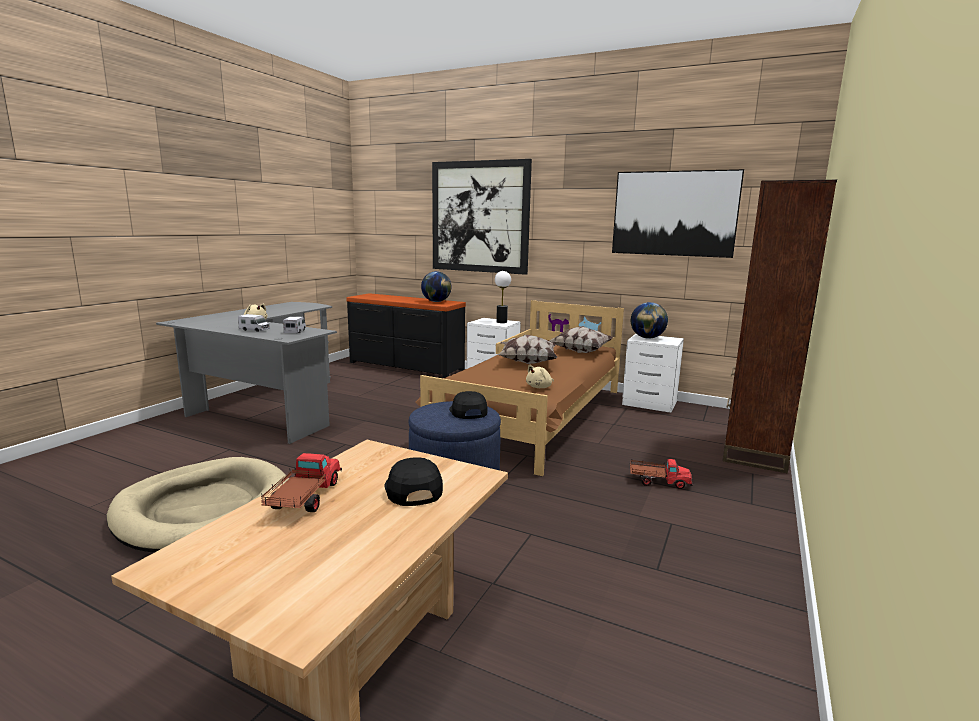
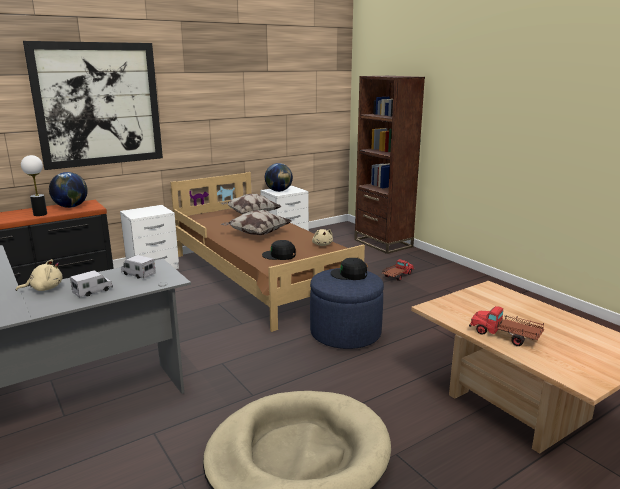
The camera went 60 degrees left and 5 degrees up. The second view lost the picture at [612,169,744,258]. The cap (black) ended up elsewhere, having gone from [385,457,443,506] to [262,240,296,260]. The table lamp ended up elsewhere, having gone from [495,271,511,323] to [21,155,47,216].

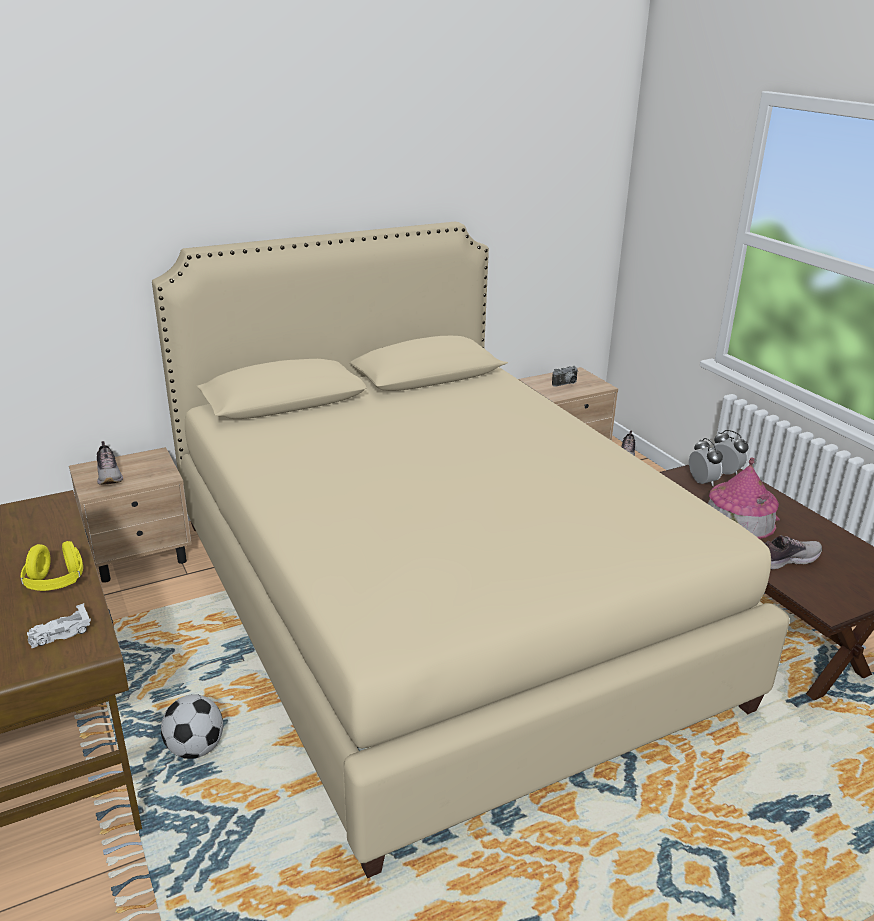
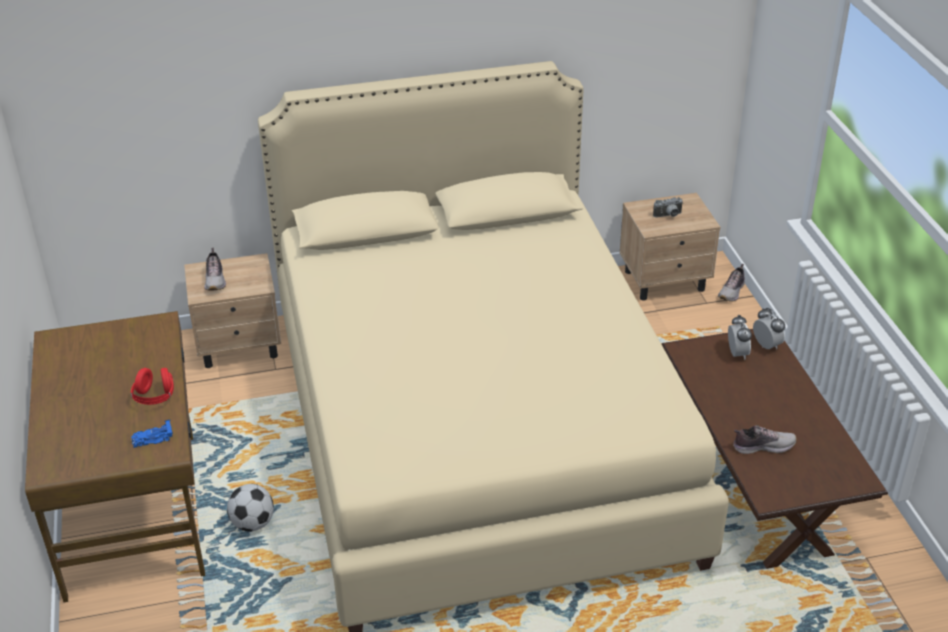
The camera went 15 degrees right and 10 degrees up. The second view lost the toy house at [708,457,780,539]. What was the headphones (yellow) at [21,541,83,591] turned into the headphones (red) at [131,368,174,405]. What was the toy car (white) at [27,603,91,648] turned into the toy car (blue) at [131,420,173,448].

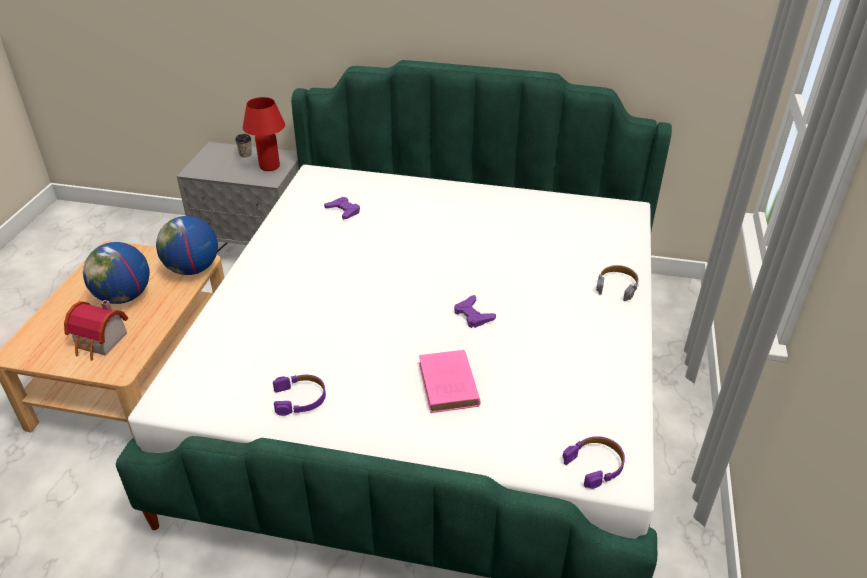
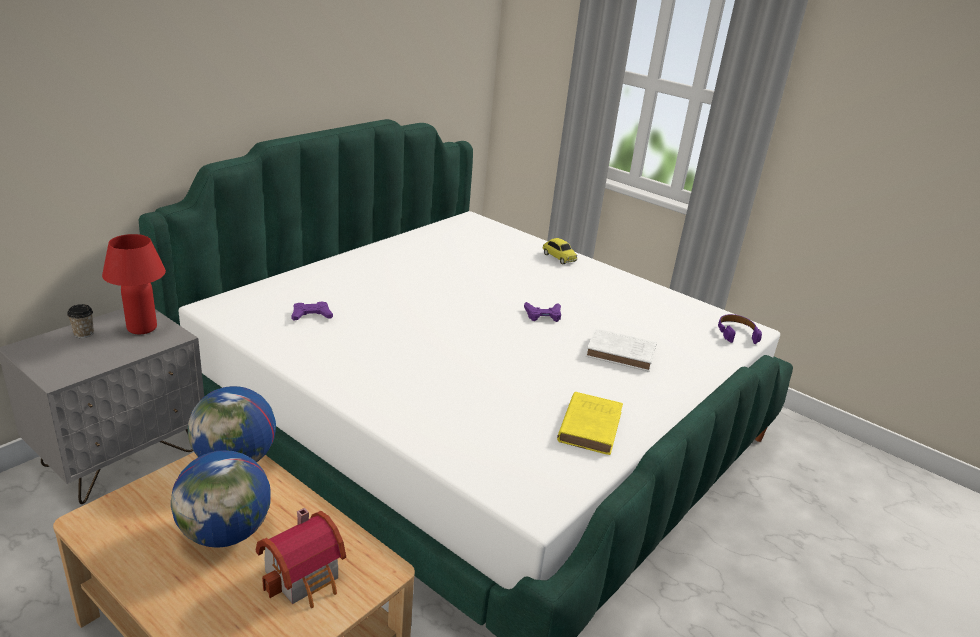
The camera went 65 degrees left and 10 degrees down. Where the headphones (purple) stood at [273,375,326,416], the book (yellow) came to stand at [557,392,623,455]. Where the headphones (grey) stood at [596,265,639,301], the toy car came to stand at [542,238,577,264]. What was the book (pink) at [419,350,481,413] turned into the book (white) at [586,328,657,372].

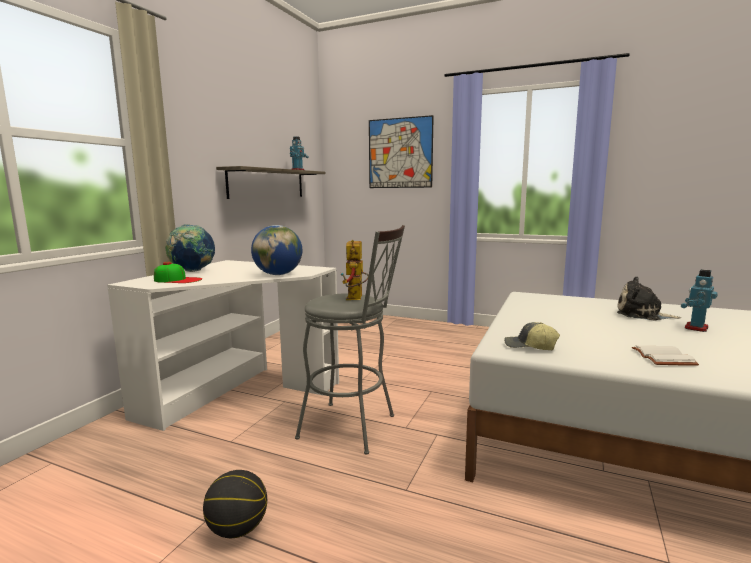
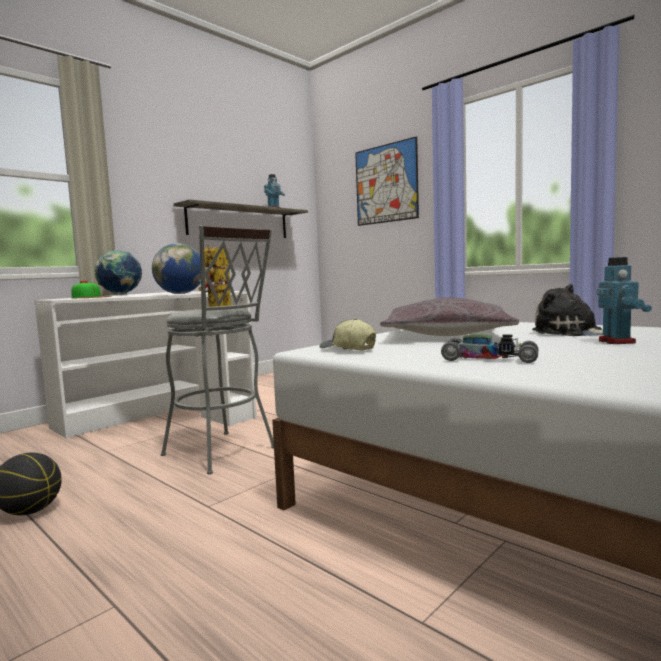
The camera went 20 degrees right and 5 degrees down. The second view gained the pillow (grey) at [380,297,519,336]. Where the book (white) stood at [632,346,699,366], the toy car came to stand at [441,334,539,363]. The toy robot at [681,269,718,332] ended up facing another way, 120 degrees clockwise from before.

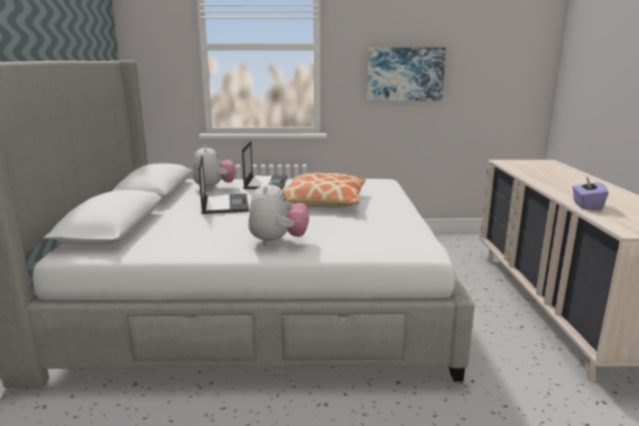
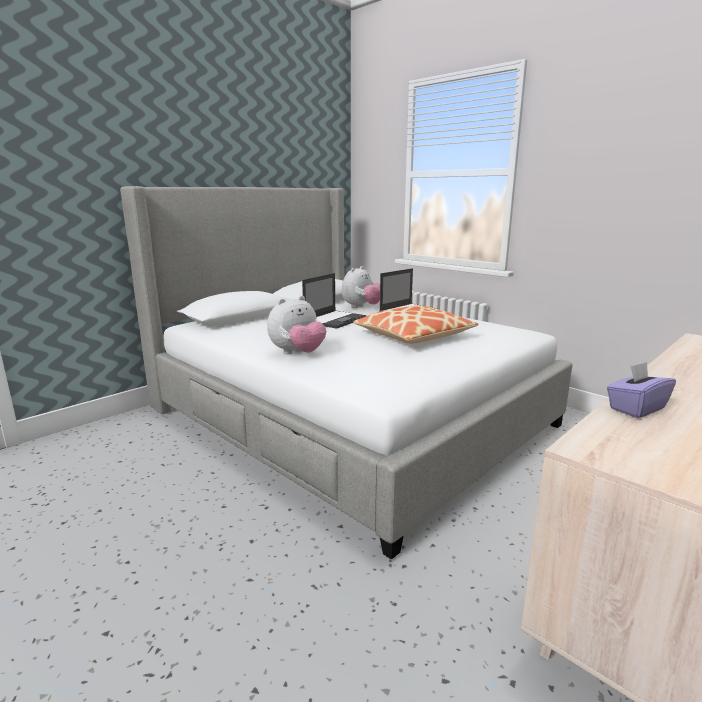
The camera went 45 degrees right and 0 degrees up. The second view lost the picture at [367,48,446,101].

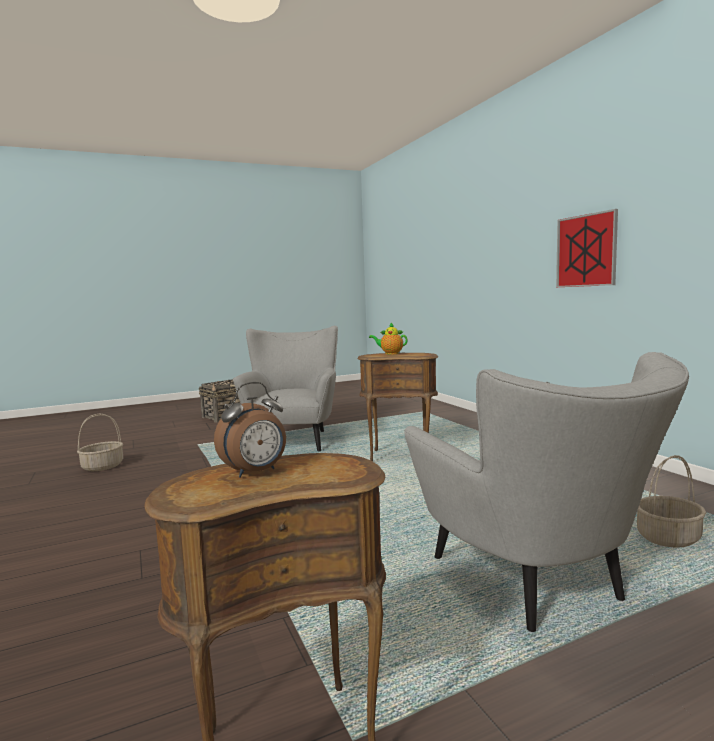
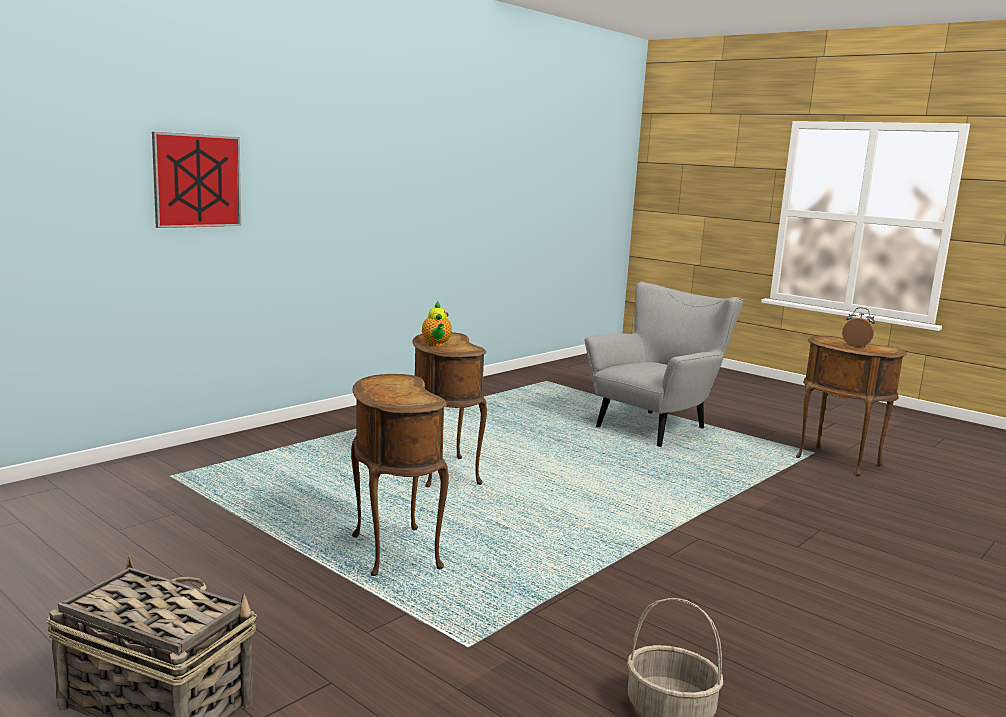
The camera went 115 degrees left and 5 degrees up. The second view lost the basket at [637,455,706,548]. The picture ended up elsewhere, having gone from [556,209,618,287] to [152,132,241,228]. Where the armchair (grey) stood at [233,325,338,452], the side table (brown) came to stand at [351,374,449,576].

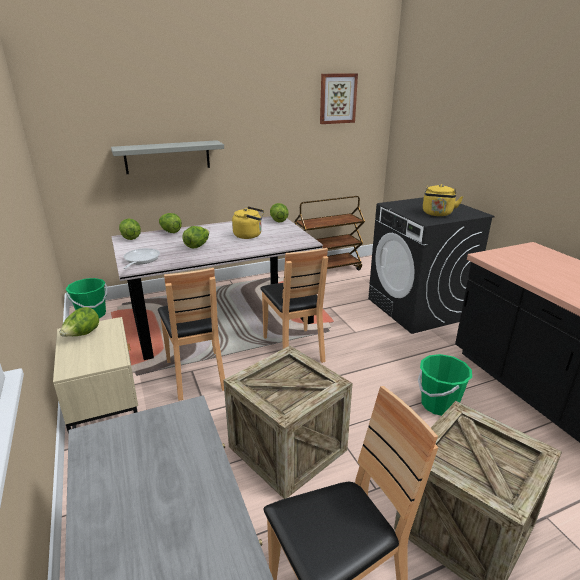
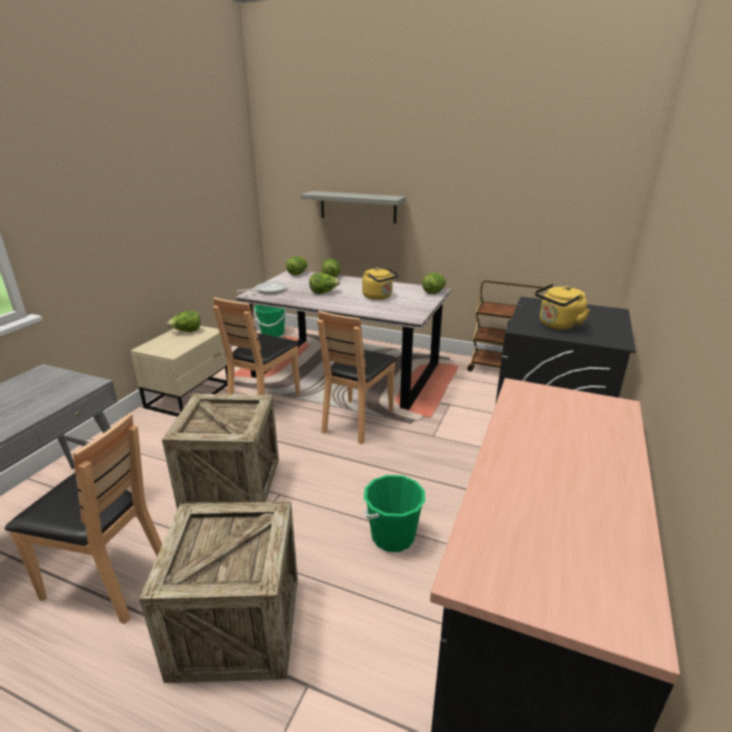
The camera went 45 degrees right and 0 degrees up. The second view lost the picture at [320,73,358,124].

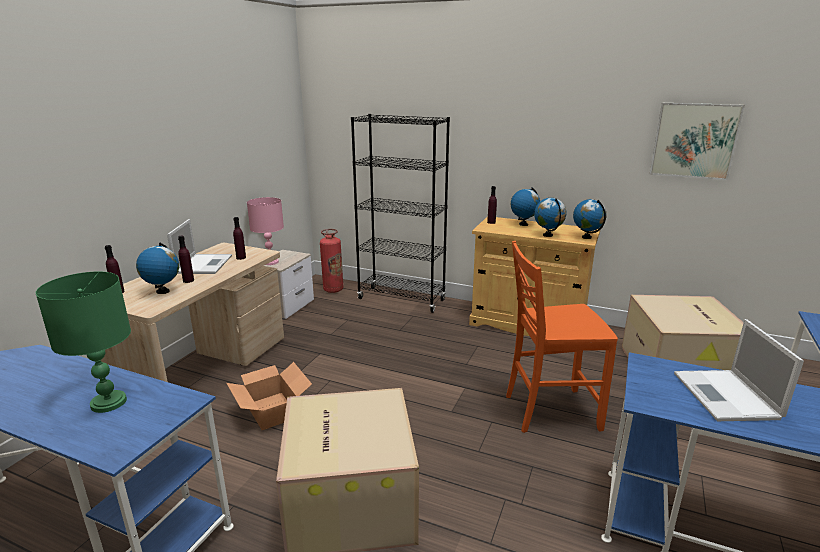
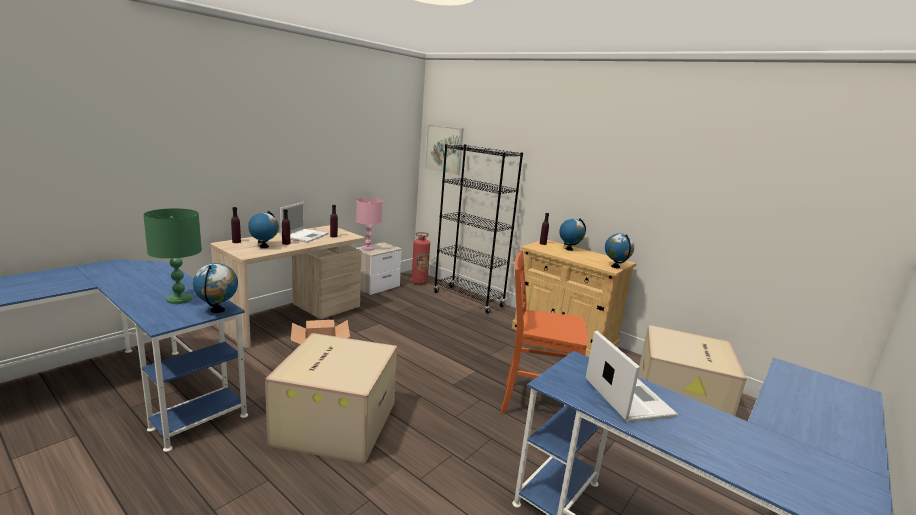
The camera went 15 degrees right and 5 degrees down. The globe ended up elsewhere, having gone from [534,198,566,237] to [193,263,238,313]. The picture ended up elsewhere, having gone from [650,103,745,180] to [425,125,463,175]. The laptop at [674,319,804,421] ended up facing another way, 150 degrees clockwise from before.

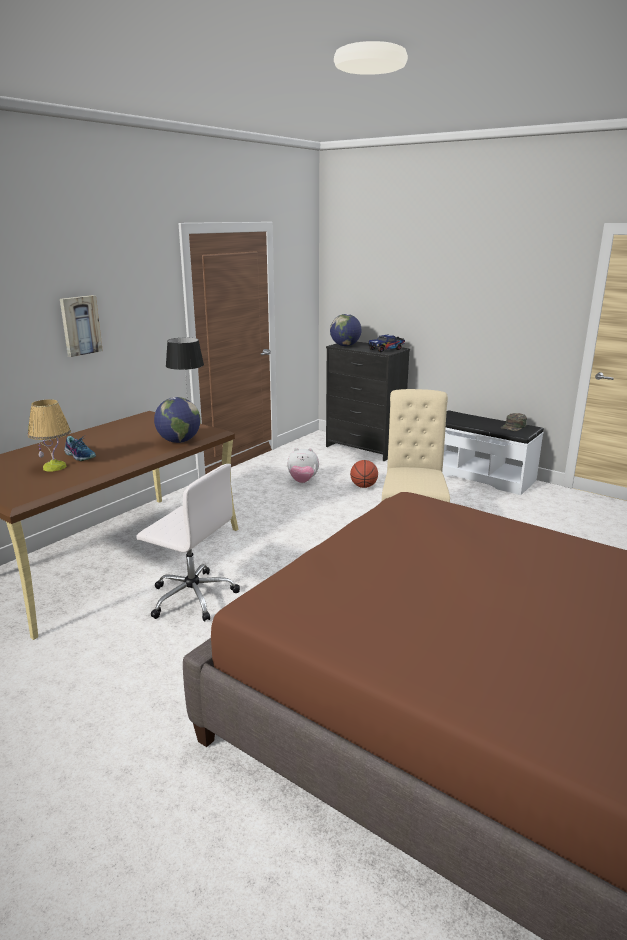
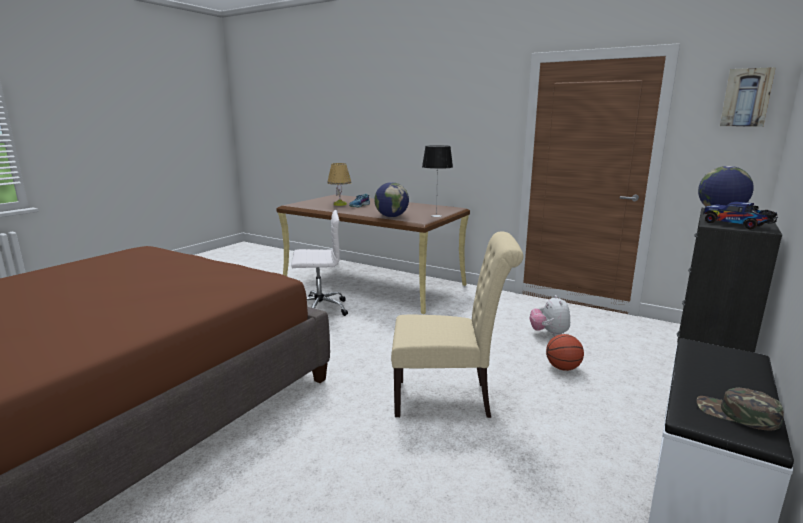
The camera went 85 degrees right and 5 degrees down. The picture ended up elsewhere, having gone from [60,295,103,357] to [720,67,776,127]. The office chair (white) at [136,464,240,622] ended up facing another way, 120 degrees counterclockwise from before.

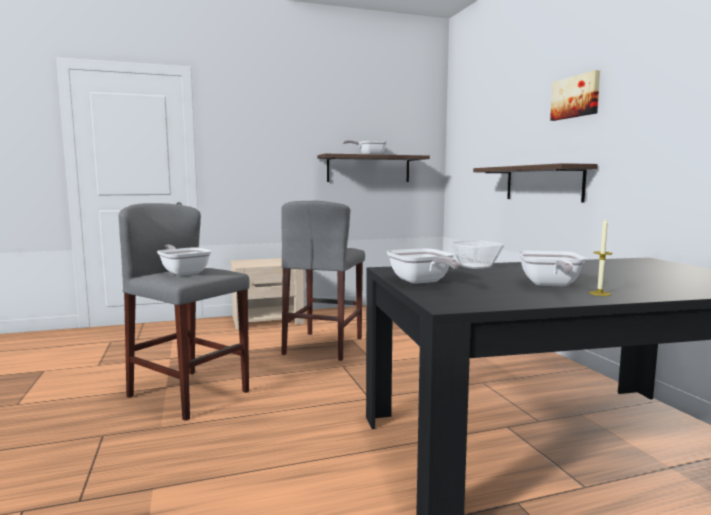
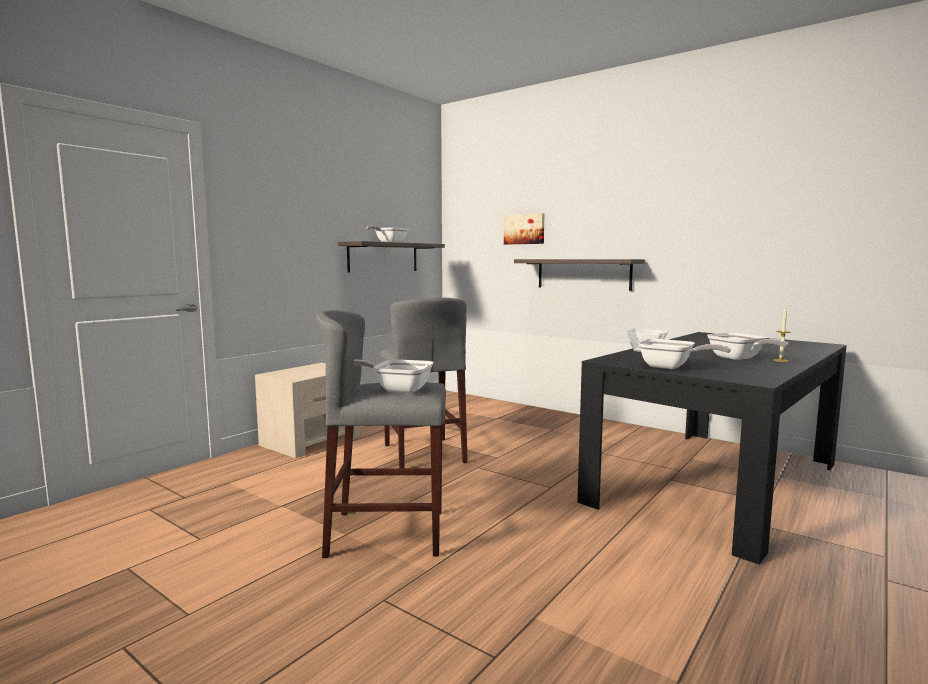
The camera went 35 degrees left and 0 degrees up. The picture ended up elsewhere, having gone from [550,70,600,121] to [504,213,544,245].

